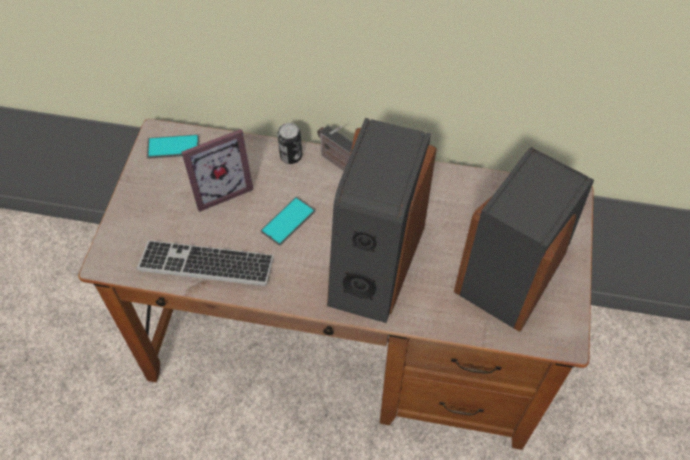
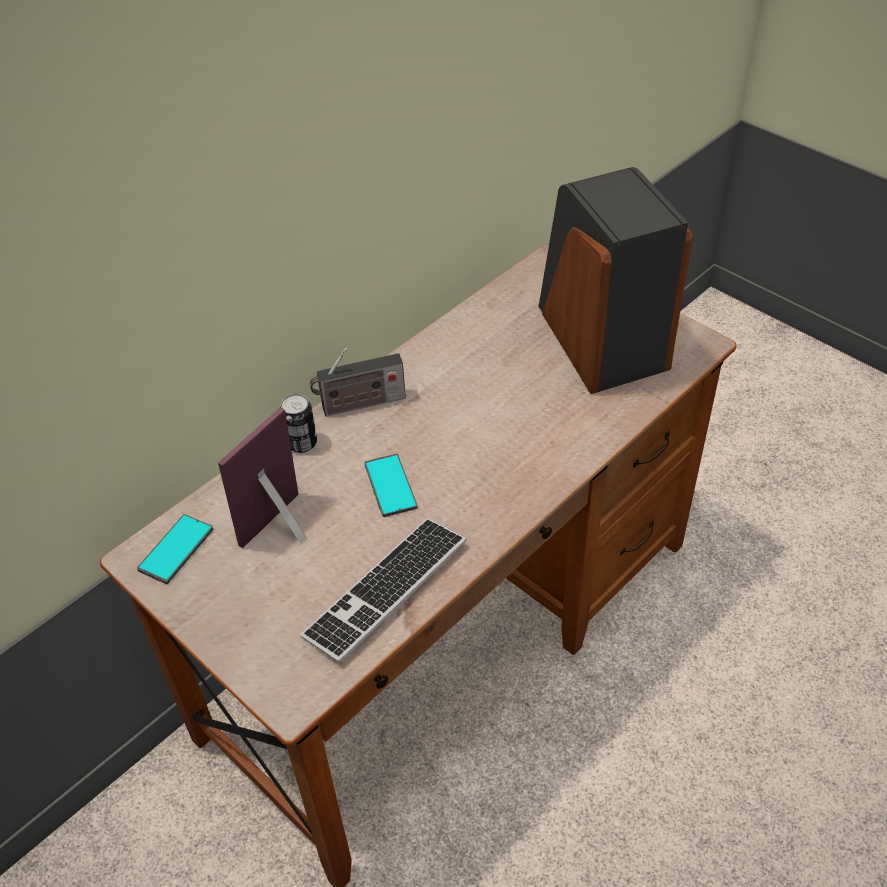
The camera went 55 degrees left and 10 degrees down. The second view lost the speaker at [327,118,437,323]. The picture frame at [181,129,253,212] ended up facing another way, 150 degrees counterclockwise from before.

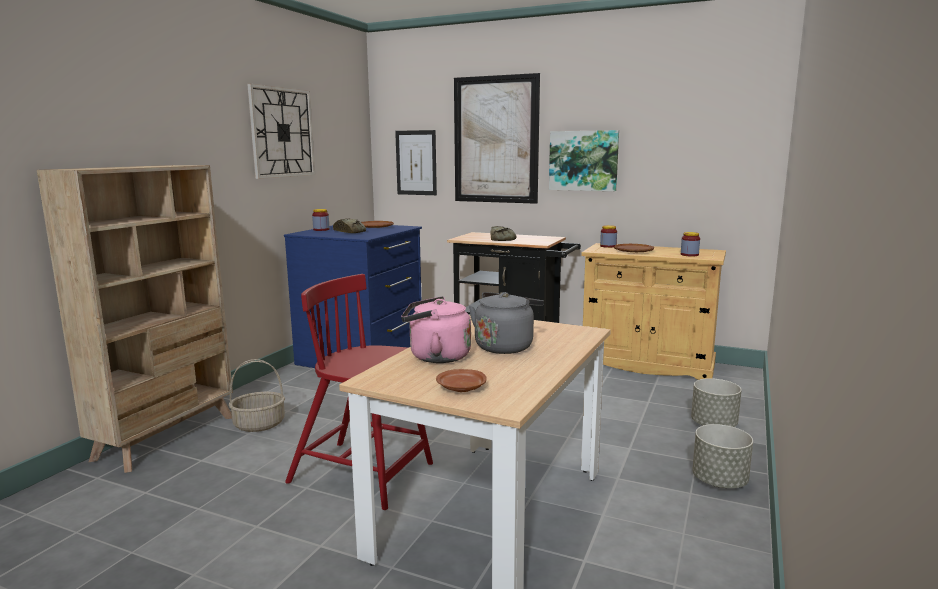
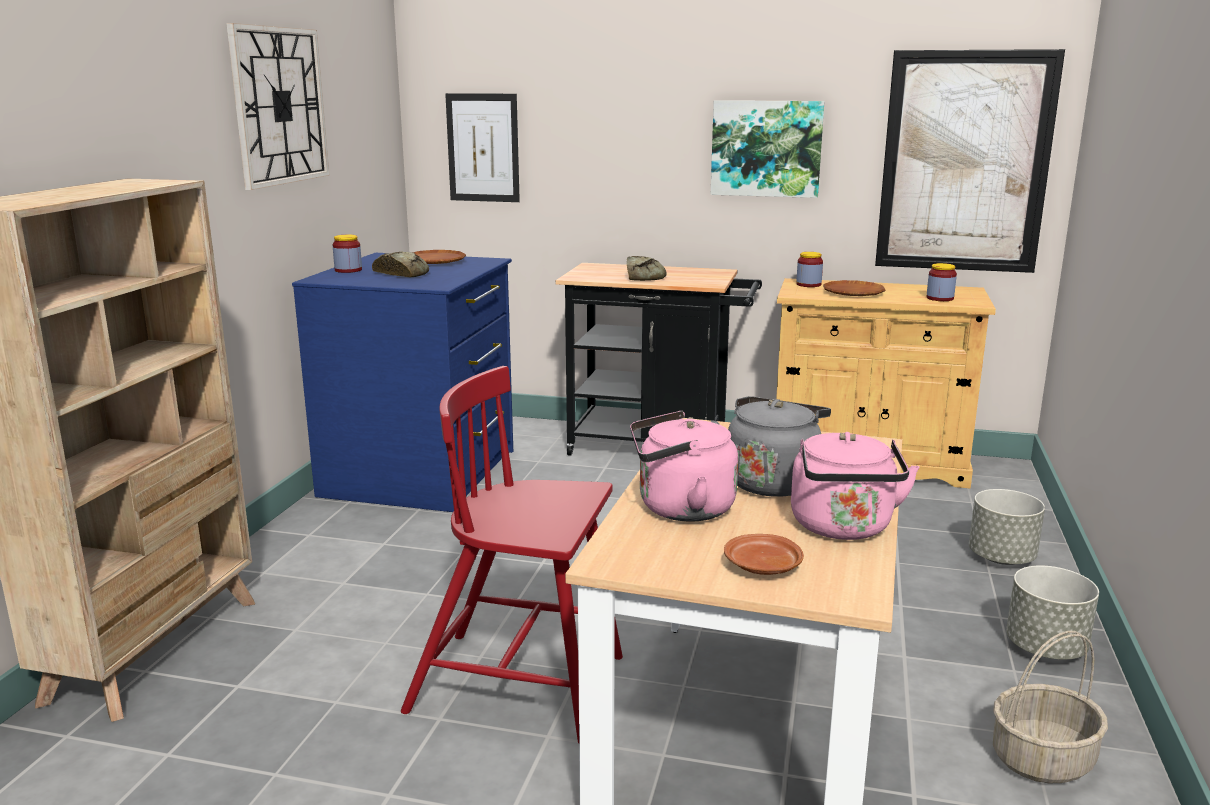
The camera went 10 degrees left and 5 degrees up. The second view gained the kettle (pink) at [791,432,919,540]. The basket ended up elsewhere, having gone from [229,359,285,432] to [993,631,1108,783]. The picture ended up elsewhere, having gone from [454,73,540,204] to [875,49,1065,273].

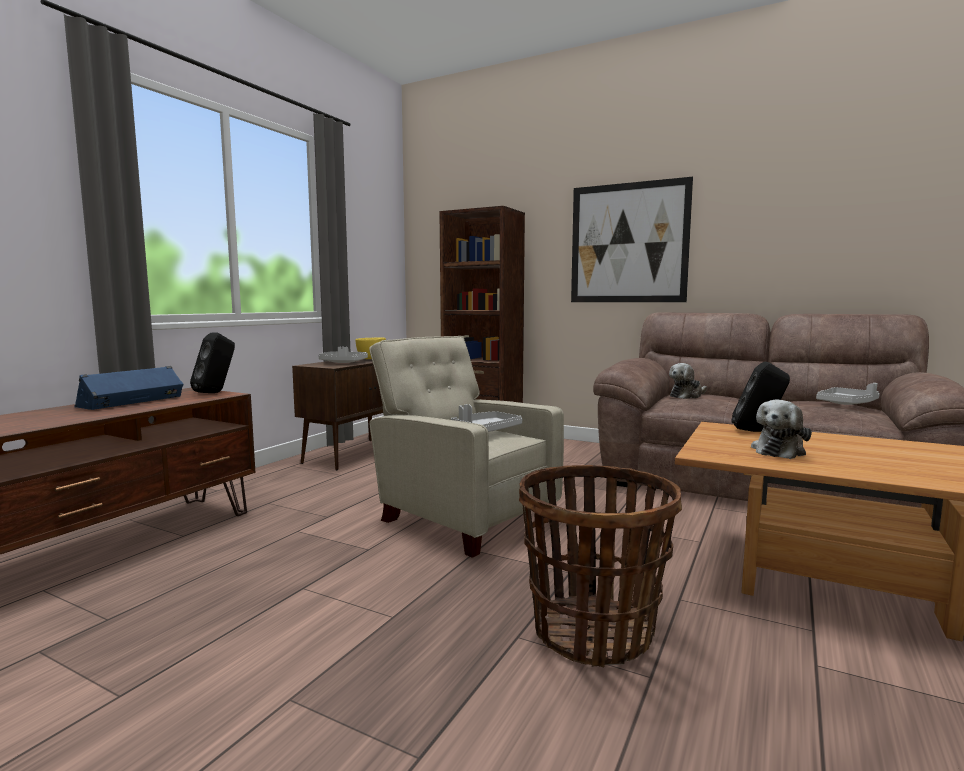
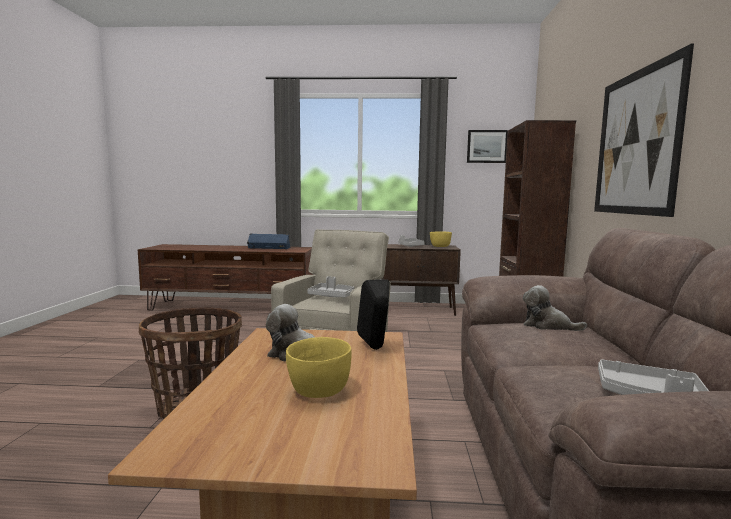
The camera went 65 degrees right and 0 degrees up. The second view lost the speaker (black) at [190,332,235,393]. The second view gained the bowl (yellow) at [286,337,352,398]. The second view gained the picture at [467,130,508,163].

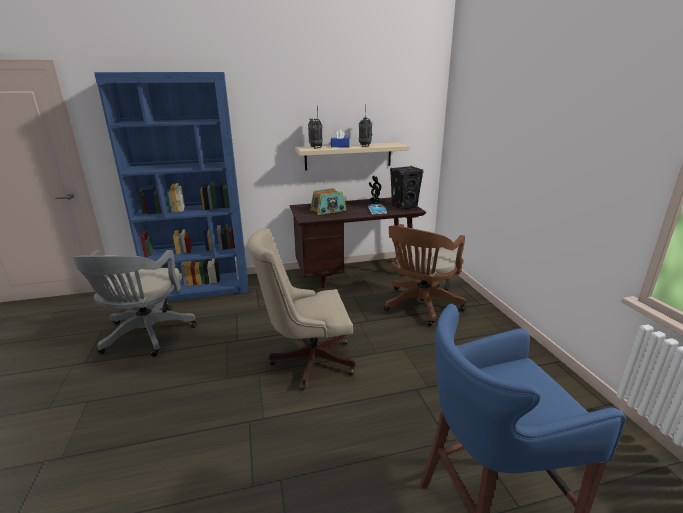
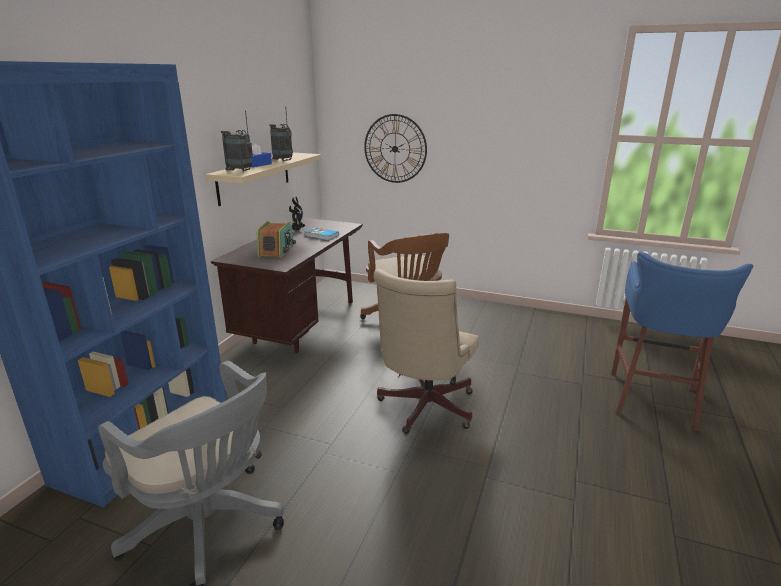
The camera went 55 degrees left and 0 degrees up. The second view lost the speaker (black) at [390,166,424,210]. The second view gained the wall clock at [364,114,427,183].

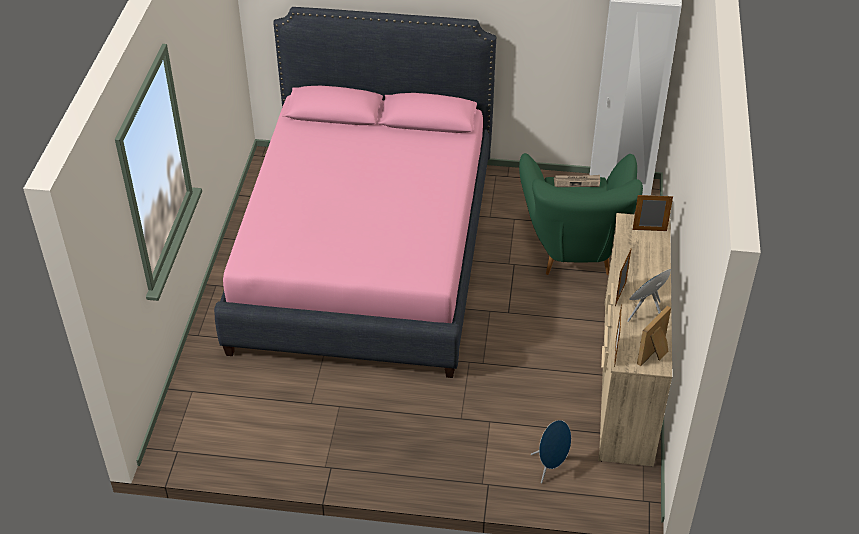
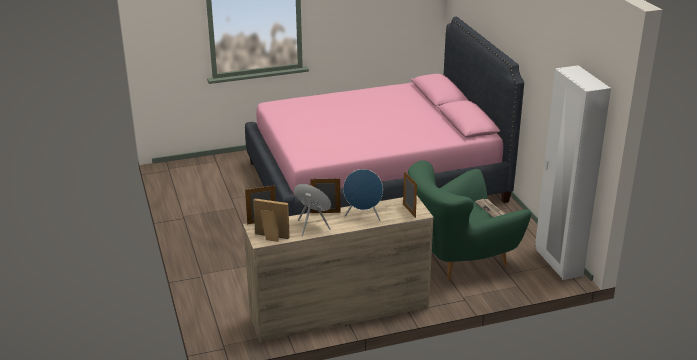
The camera went 65 degrees right and 15 degrees down. The speaker (blue) ended up elsewhere, having gone from [531,420,571,484] to [343,169,383,221].

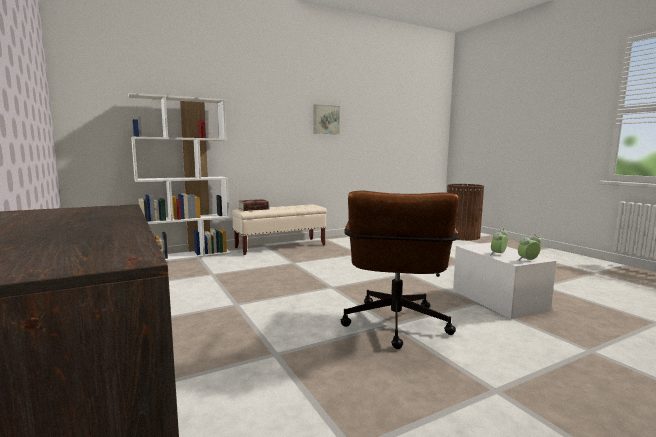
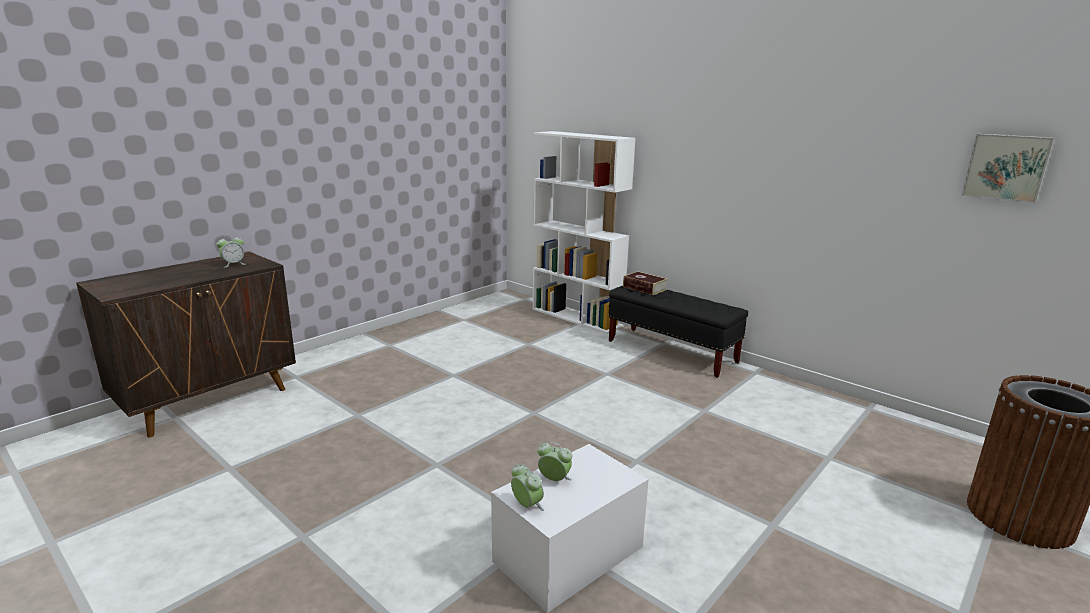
The camera went 70 degrees right and 10 degrees up. The second view lost the office chair (brown) at [340,191,459,349]. The second view gained the alarm clock at [216,234,245,268]. The picture ended up elsewhere, having gone from [314,104,340,134] to [962,134,1055,203]. What was the bench (beige) at [232,204,327,255] turned into the bench (black) at [608,286,748,378].

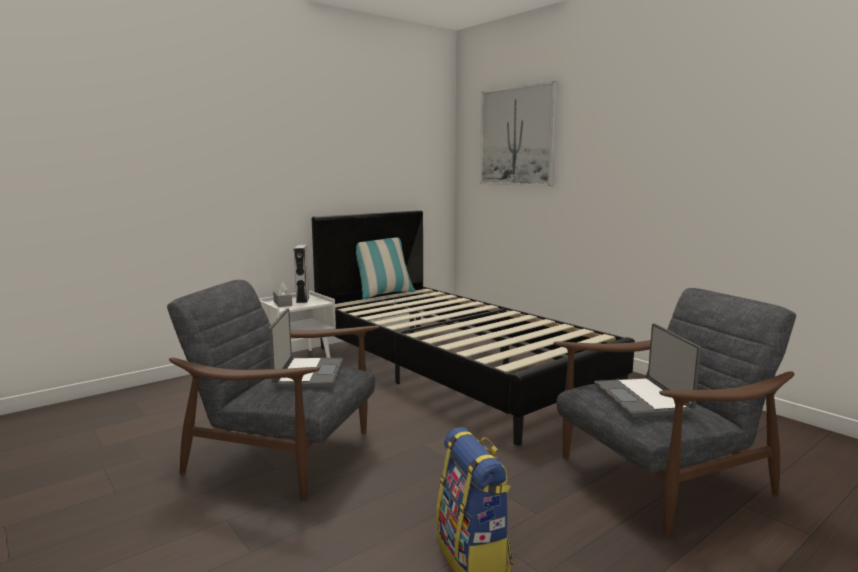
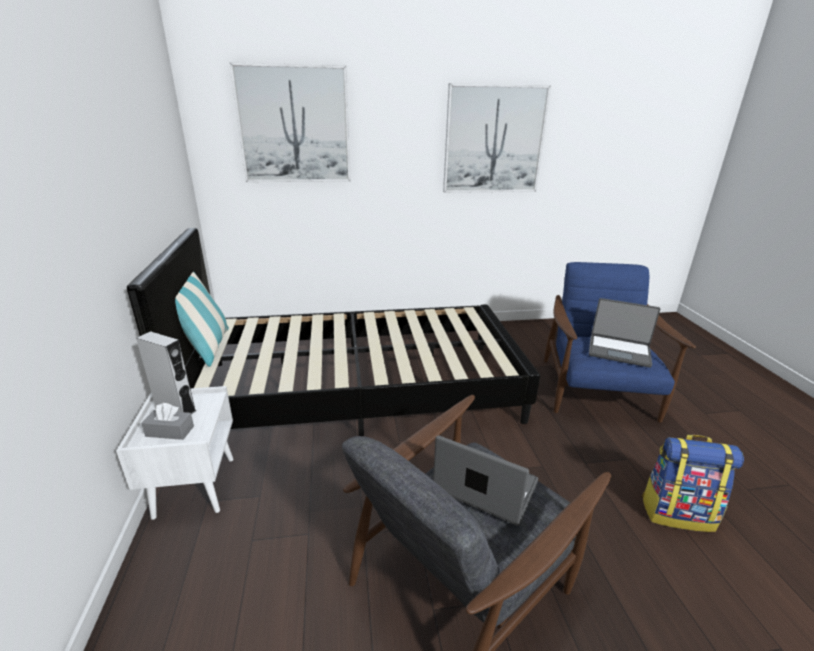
The camera went 60 degrees left and 15 degrees up. The second view gained the picture at [443,83,551,193]. What was the armchair (grey) at [553,288,796,536] turned into the armchair (blue) at [544,262,696,423].

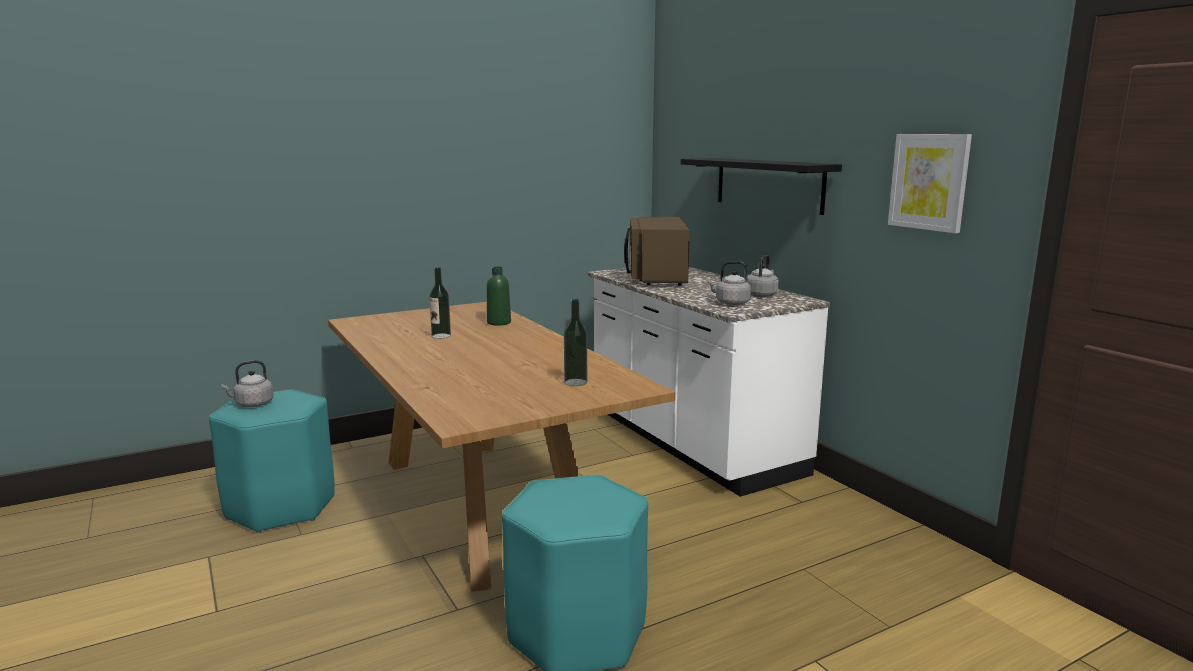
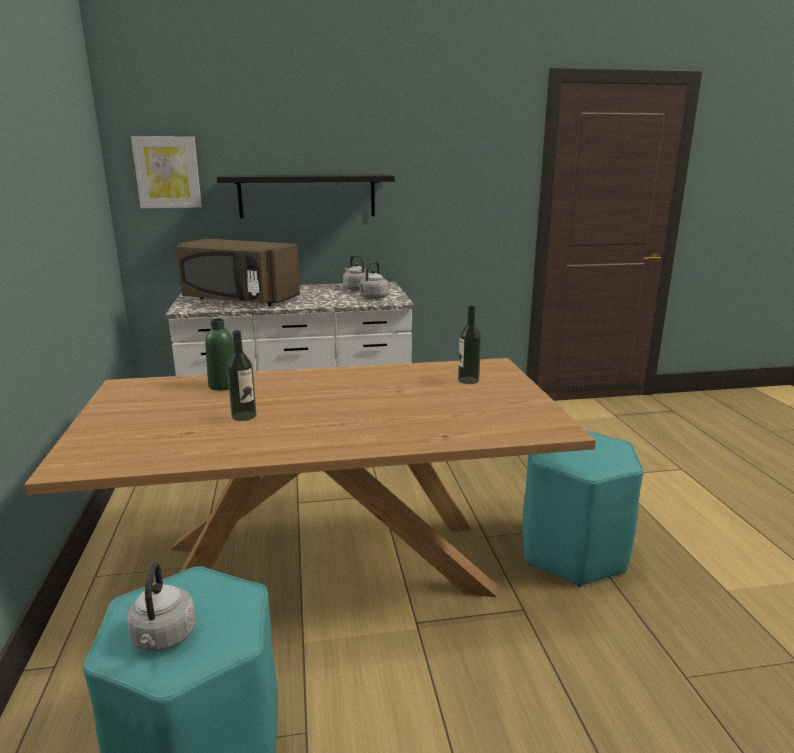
The camera went 70 degrees left and 5 degrees up. The picture ended up elsewhere, having gone from [888,134,972,233] to [131,136,202,208].

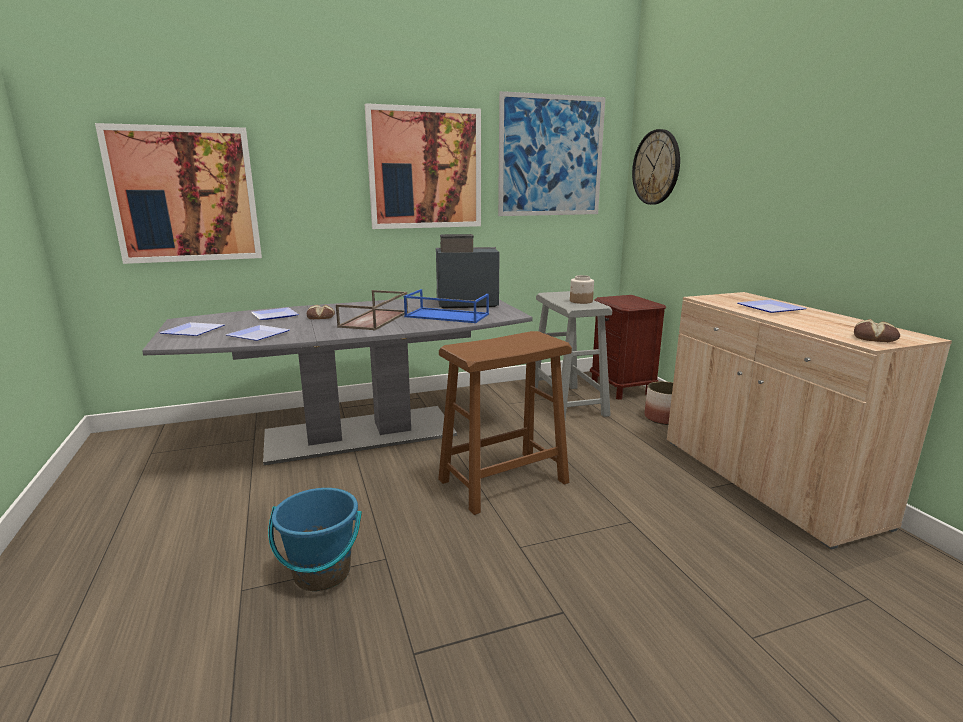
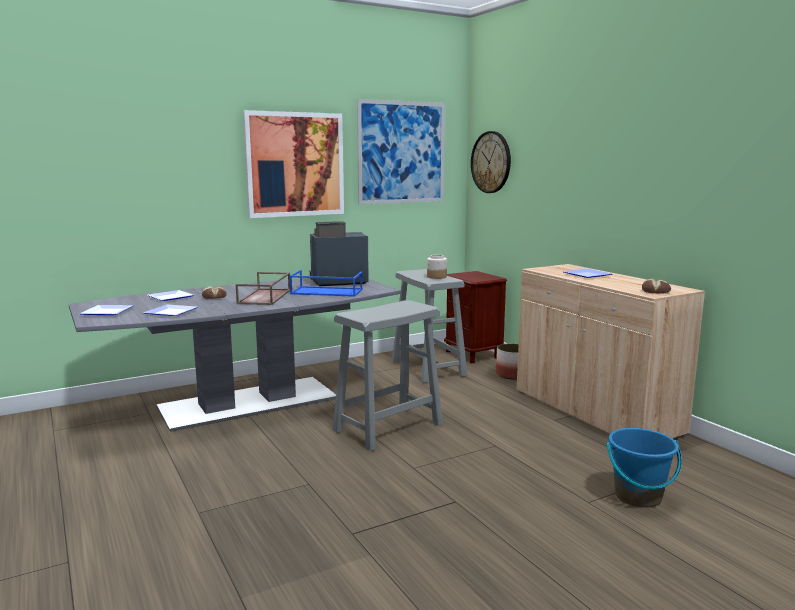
The camera went 10 degrees left and 5 degrees down. The second view lost the picture at [95,123,262,264]. The bucket (blue) ended up elsewhere, having gone from [268,488,362,591] to [606,428,682,508]. What was the stool (brown) at [438,331,572,515] turned into the stool (grey) at [333,300,443,451].

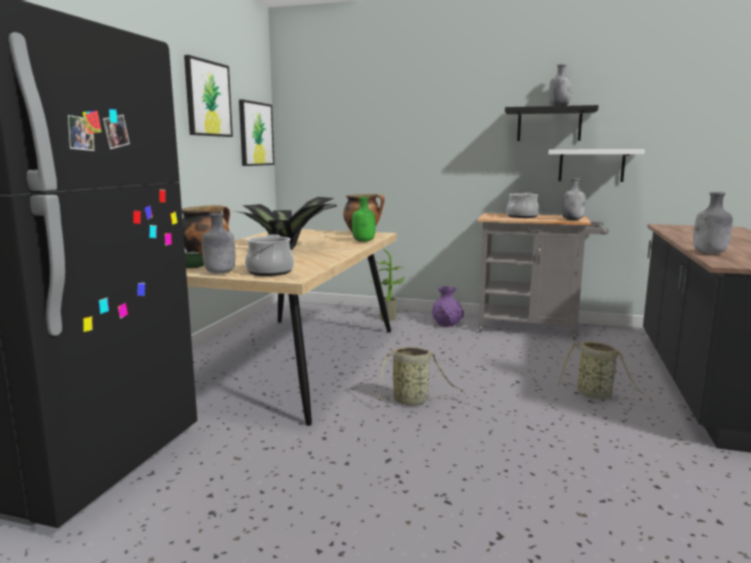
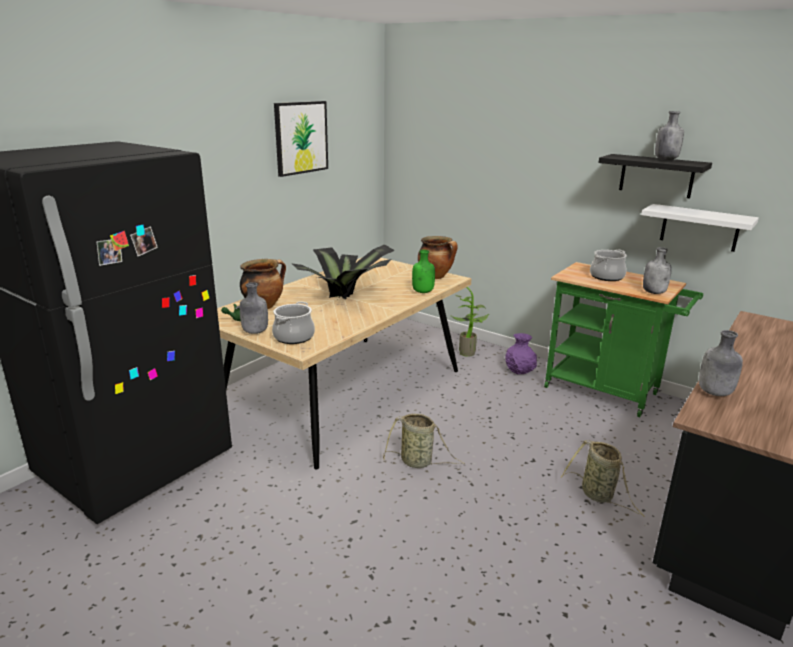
The camera went 20 degrees right and 10 degrees up. The second view lost the picture at [239,99,274,166]. What was the cart (grey) at [478,213,609,340] turned into the cart (green) at [544,262,703,417].

